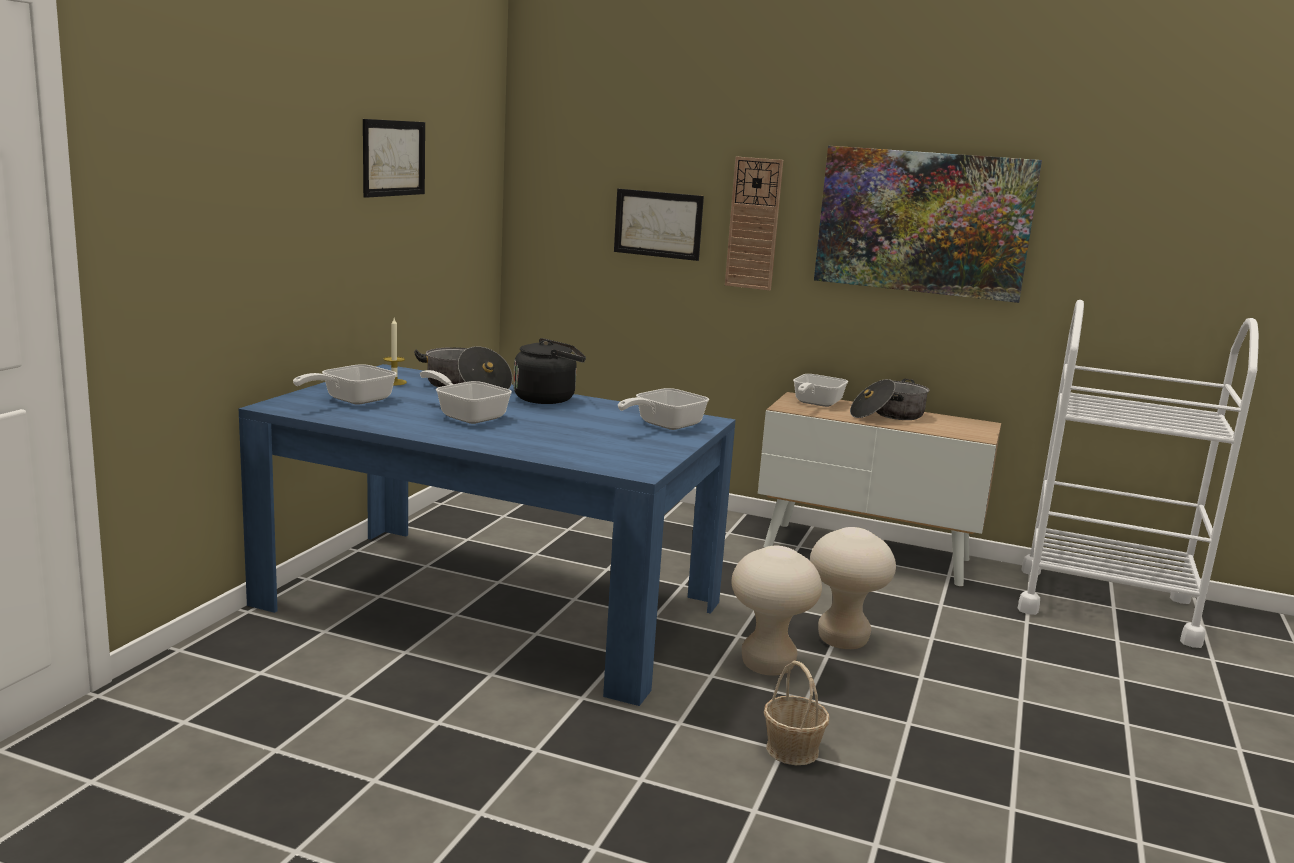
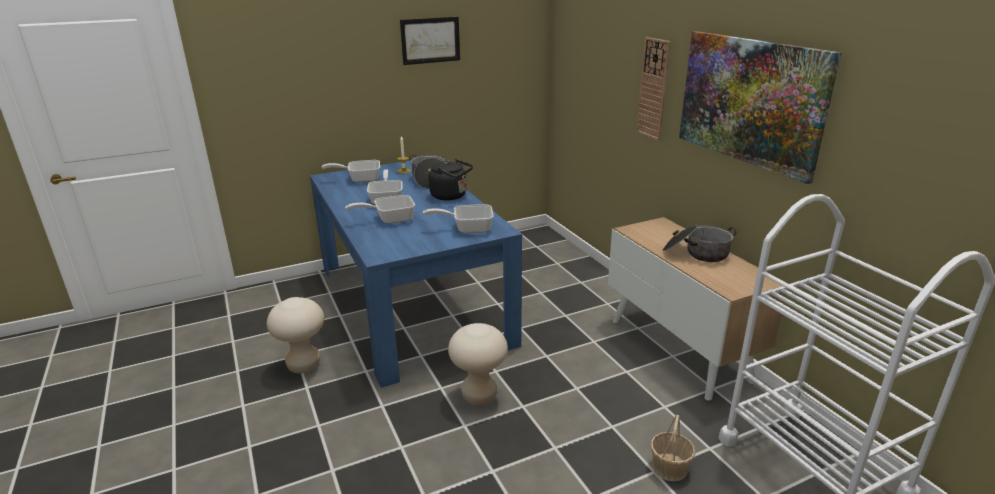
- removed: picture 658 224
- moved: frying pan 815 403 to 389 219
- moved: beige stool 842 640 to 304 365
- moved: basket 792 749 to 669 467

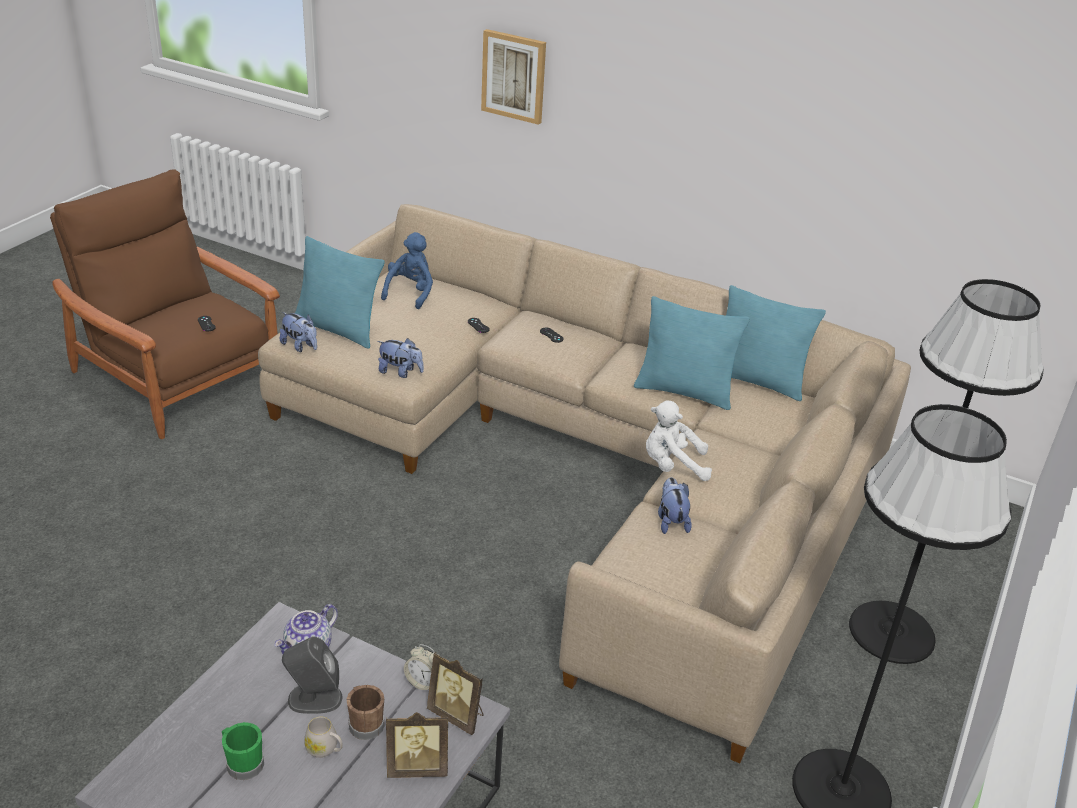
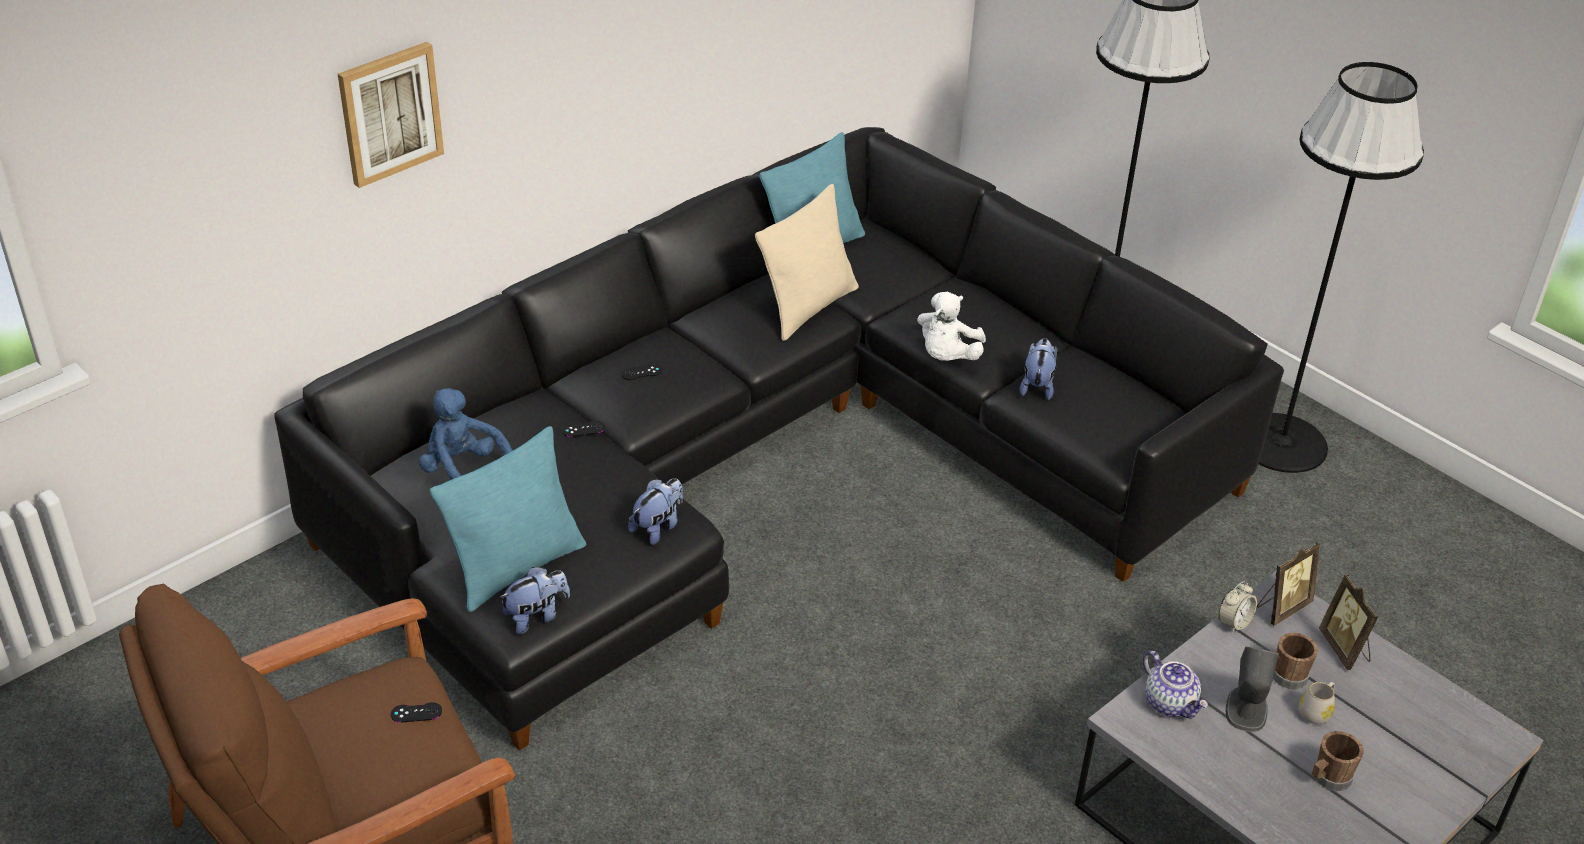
- recoloured: beige sofa 590 465 to black sofa 768 462
- recoloured: turquoise pillow 684 392 to beige pillow 808 308
- turned: plush toy 671 521 = 1037 386 90 degrees clockwise
- turned: picture frame 417 767 = 1345 649 150 degrees clockwise
- recoloured: green mug 242 762 to brown mug 1328 778

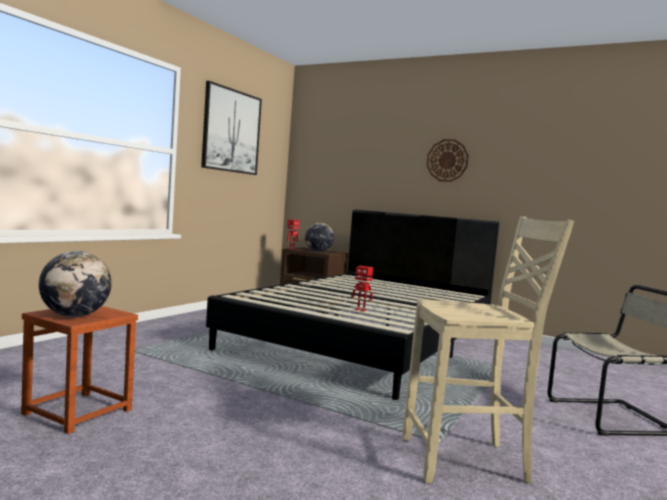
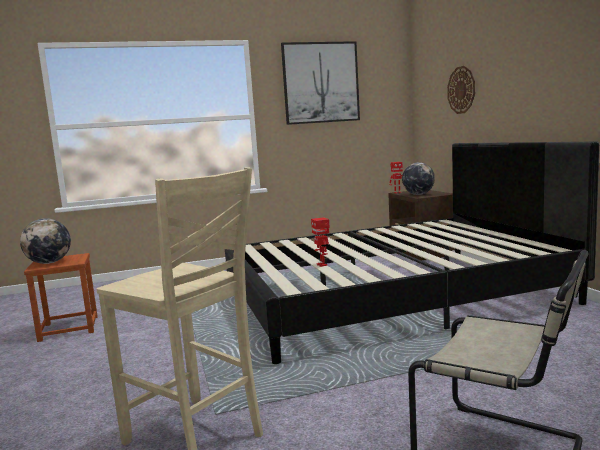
- moved: wall clock 447 160 to 461 90

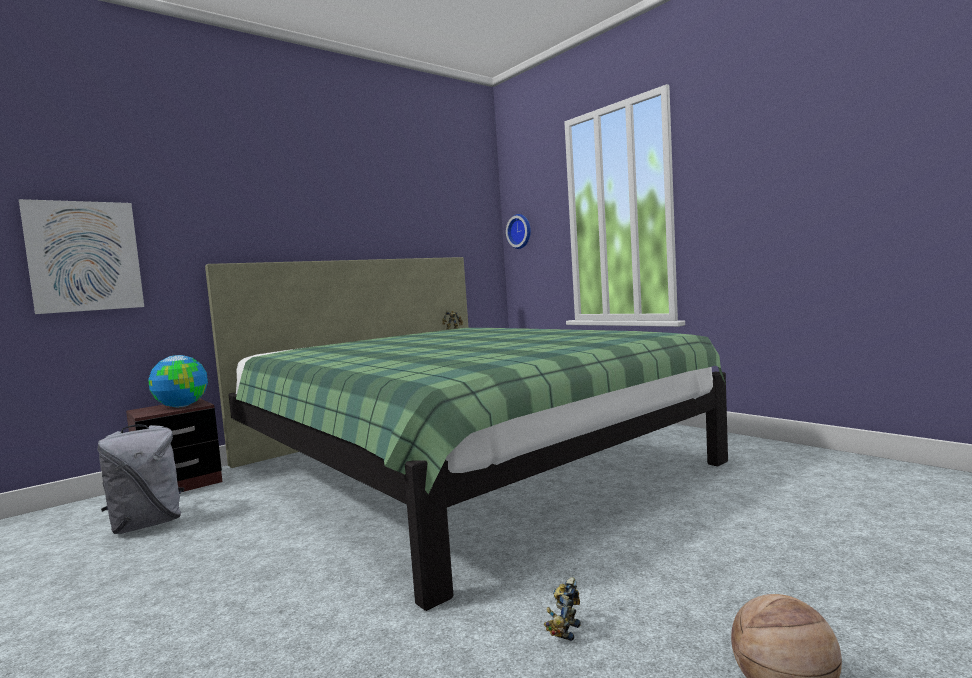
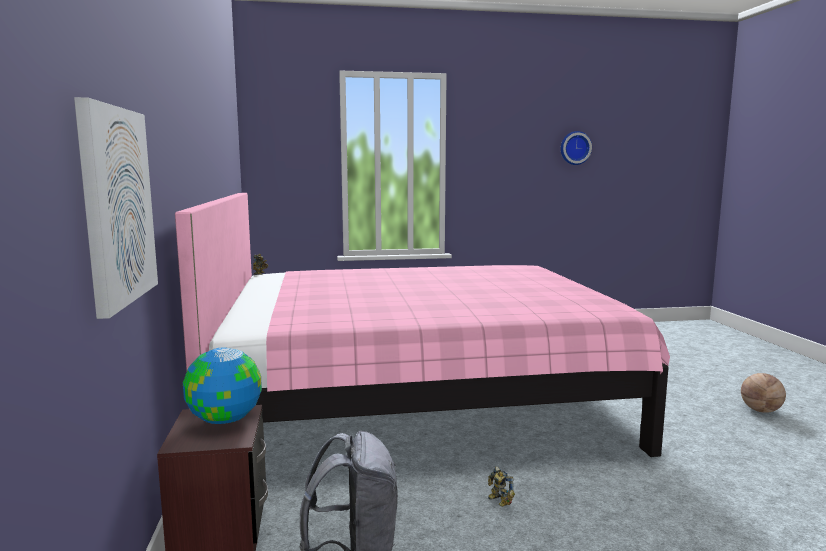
- moved: wall clock 520 231 to 575 148
- recoloured: green bed 457 465 to pink bed 414 398
- moved: toy robot 564 630 to 498 501

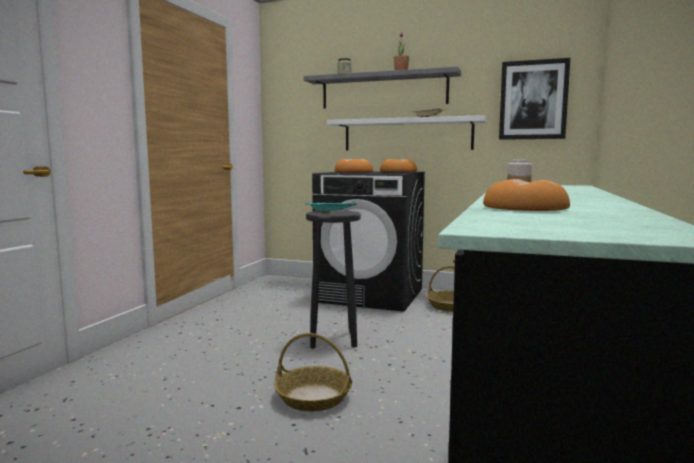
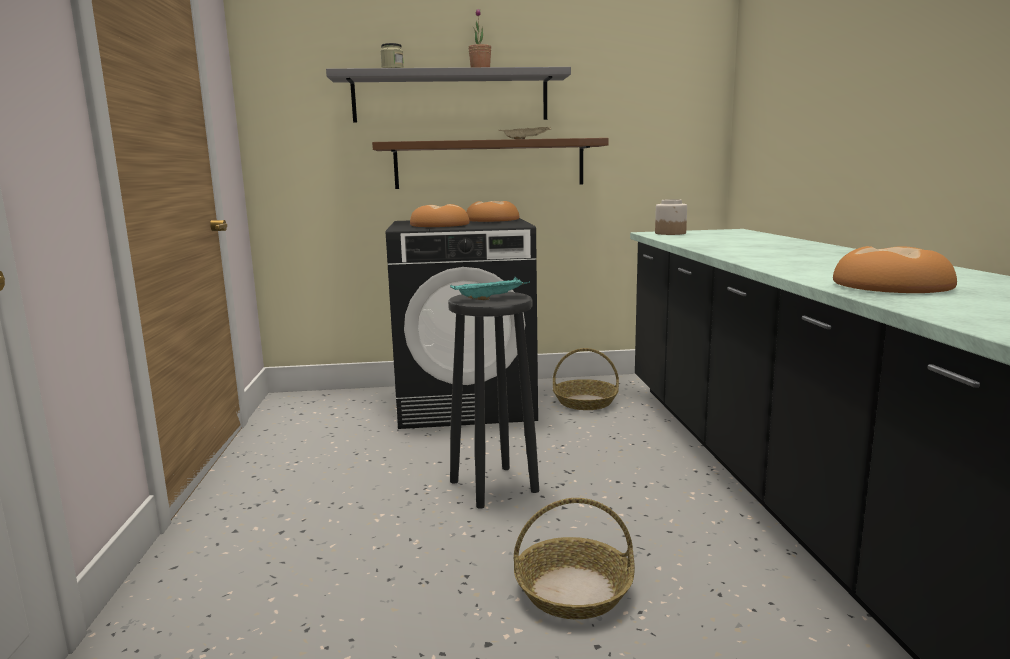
- removed: picture 533 100
- recoloured: white shelf 407 135 to brown shelf 489 164

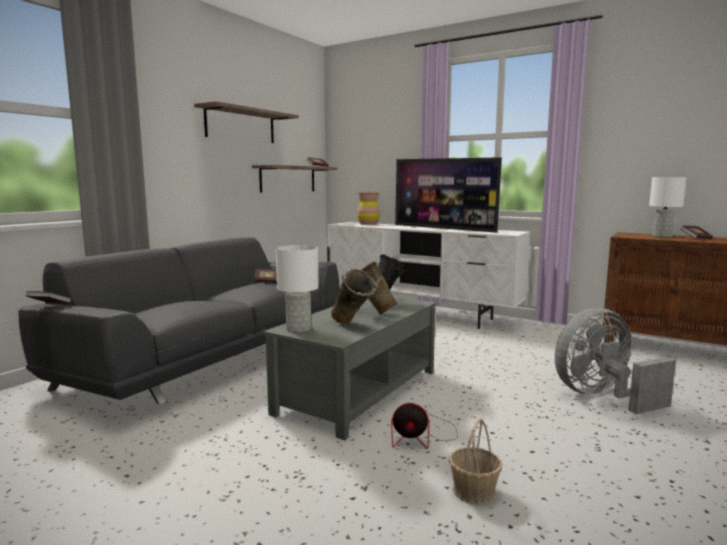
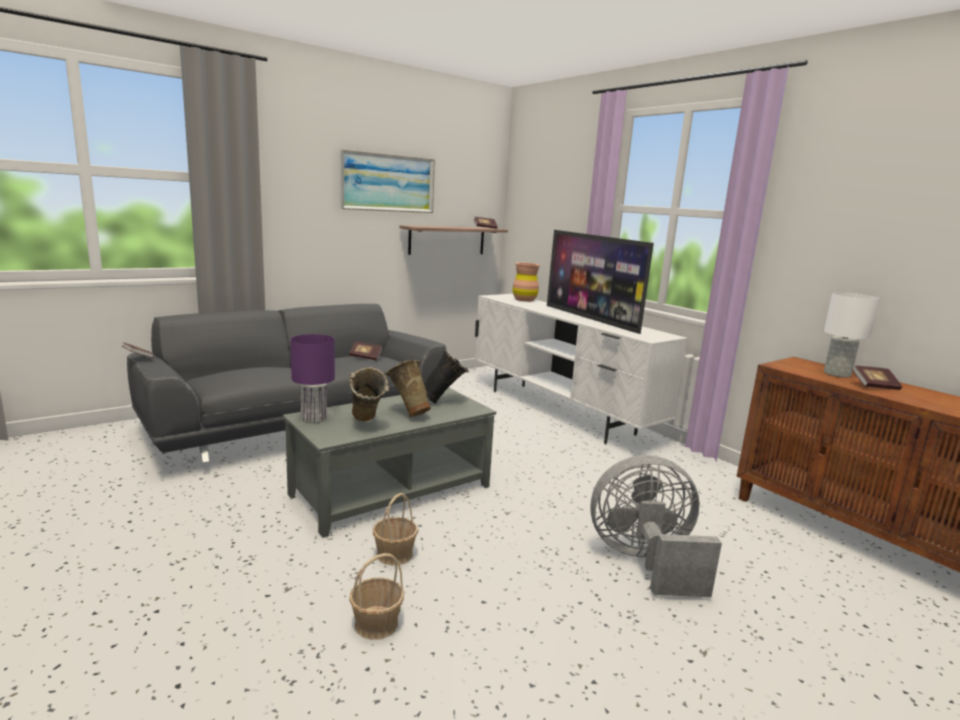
- replaced: shelf 241 125 to picture 388 183
- recoloured: white table lamp 299 329 to purple table lamp 314 419
- replaced: fan 422 437 to basket 394 554

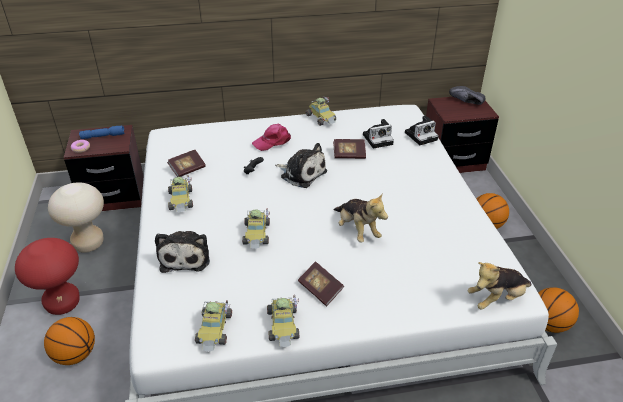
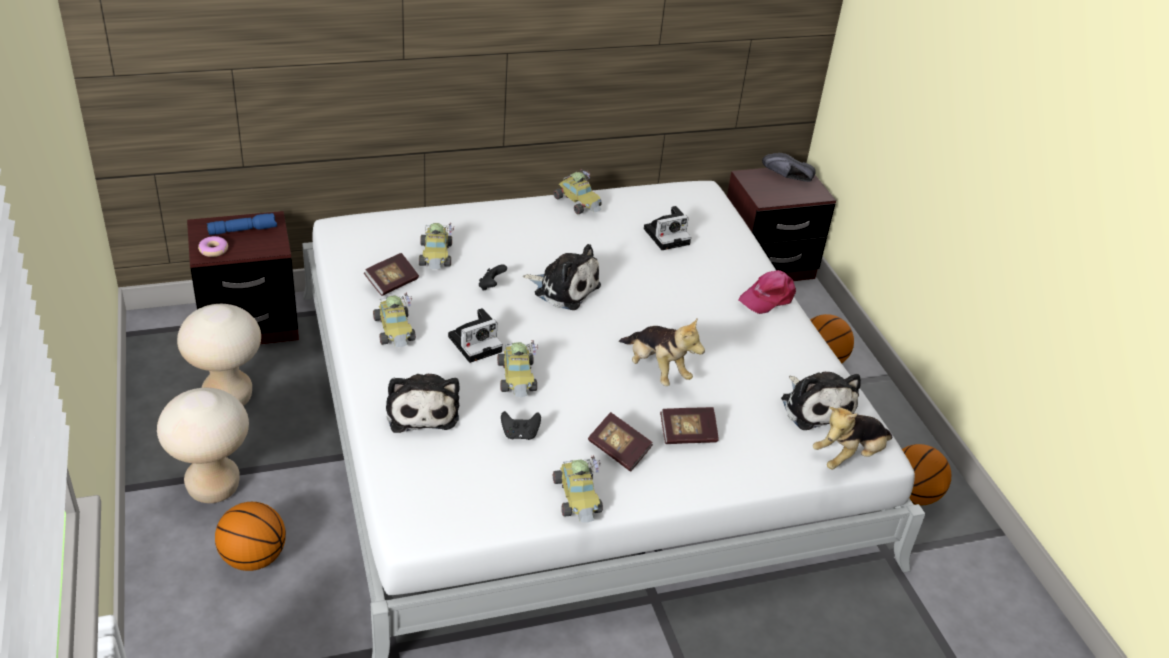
- moved: photo camera 421 136 to 476 343
- moved: pink cap 272 141 to 768 298
- moved: book 349 155 to 687 435
- recoloured: red stool 63 304 to beige stool 213 488
- moved: toy car 215 329 to 436 255
- added: plush toy 815 407
- added: black game controller 520 434

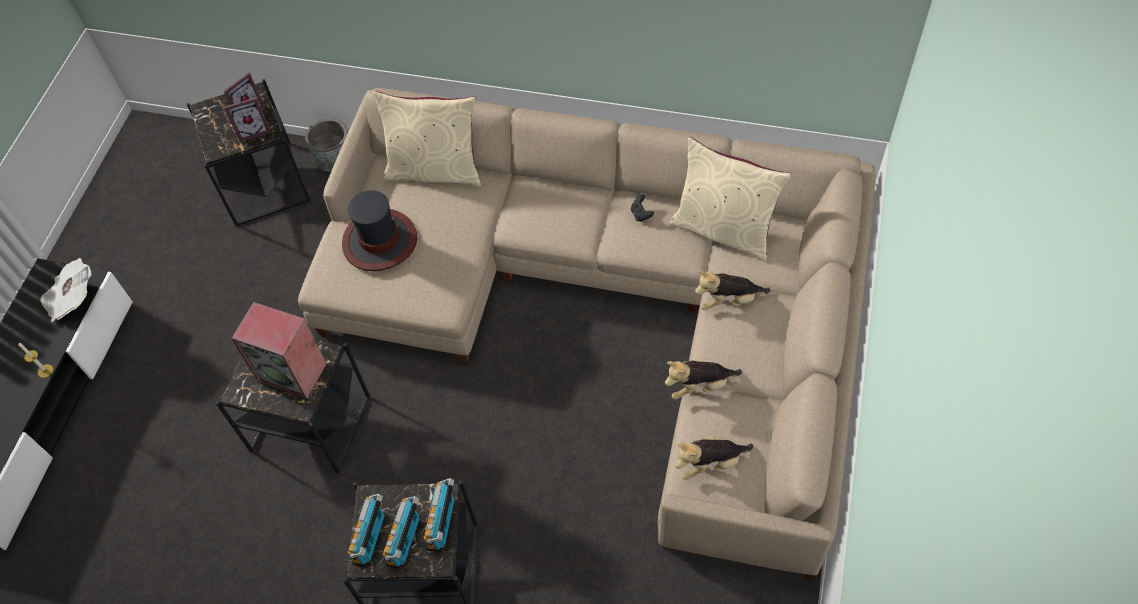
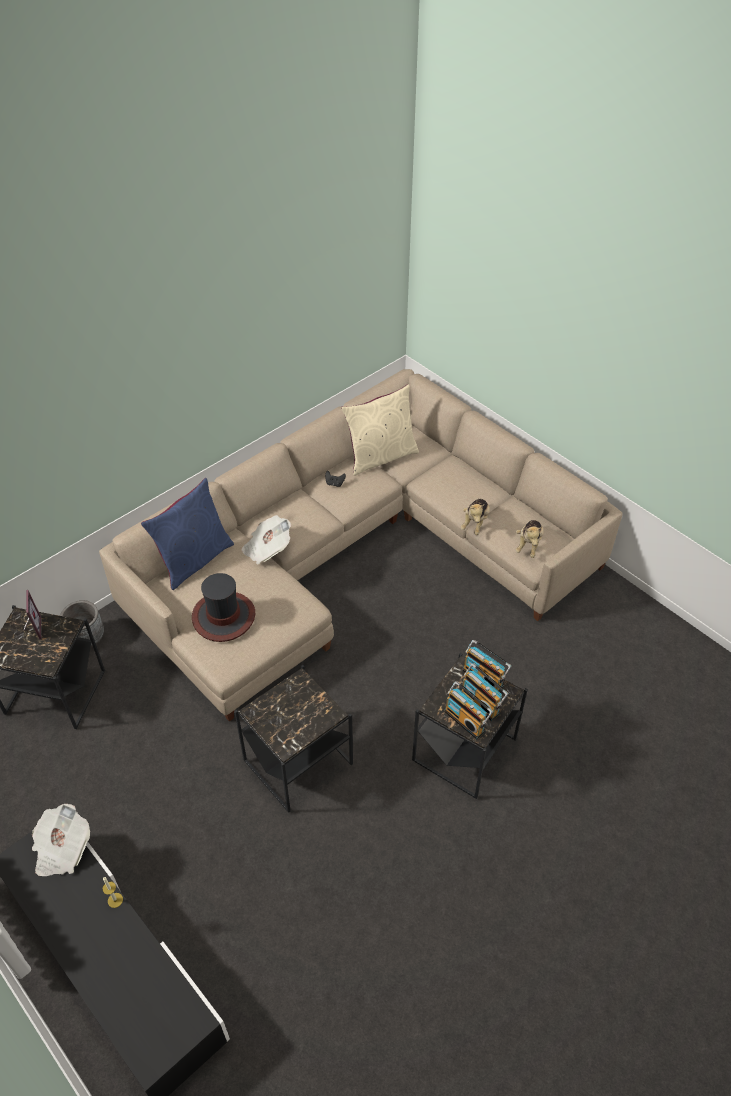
- recoloured: beige pillow 435 169 to blue pillow 194 560
- removed: picture frame 253 130
- removed: plush toy 728 300
- removed: speaker 294 372
- added: newspaper 267 548

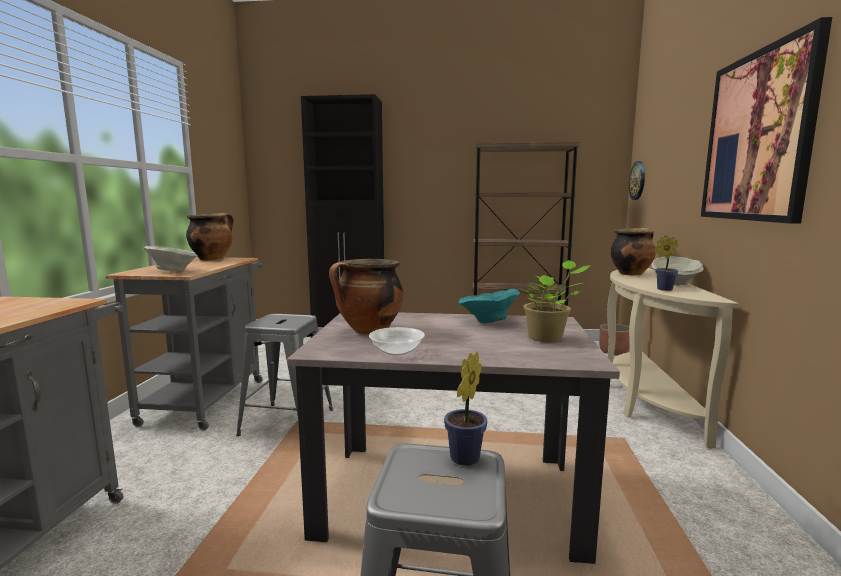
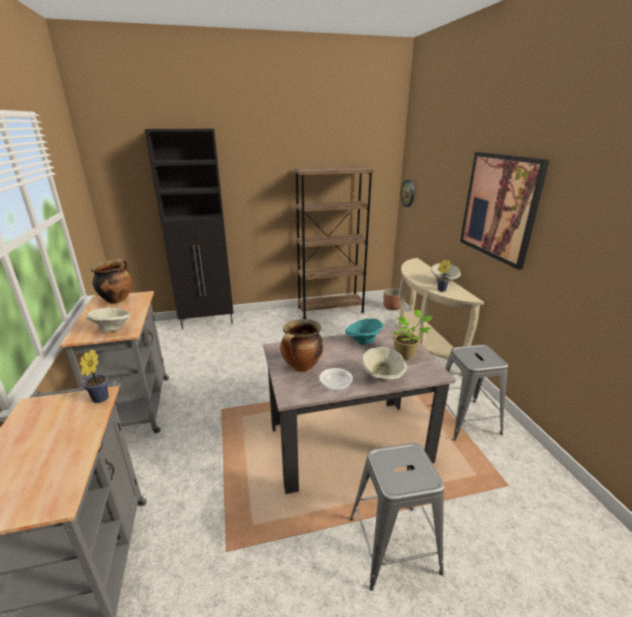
- removed: cooking pot 631 273
- moved: grey stool 287 422 to 464 419
- moved: potted plant 462 460 to 99 399
- added: beige bowl 382 377

